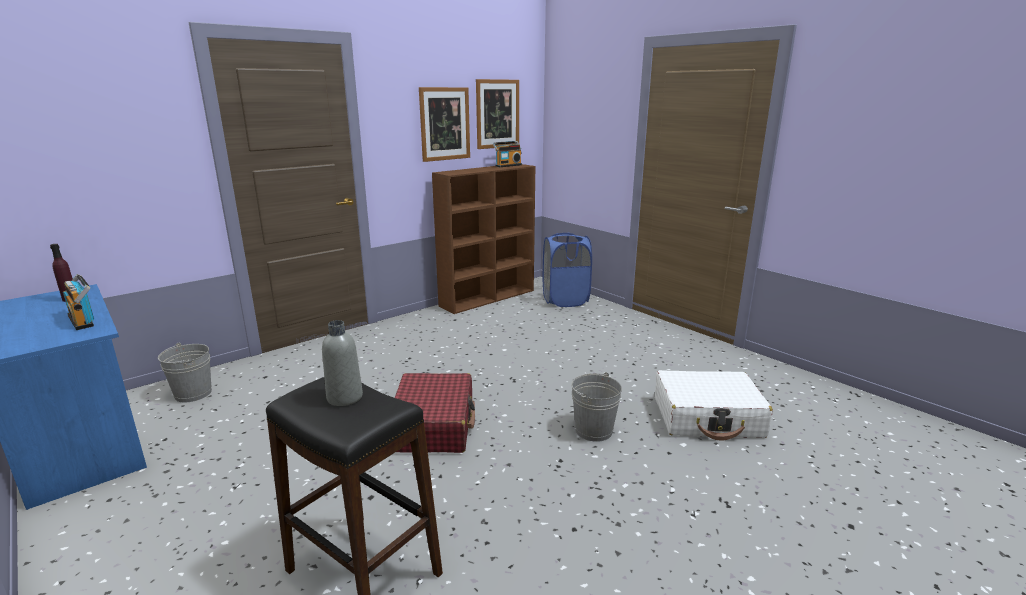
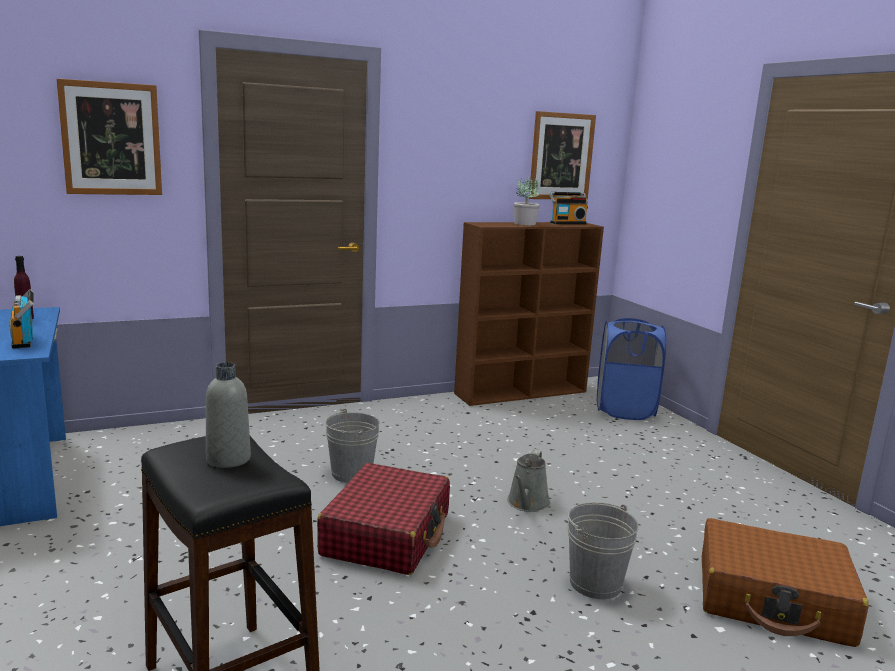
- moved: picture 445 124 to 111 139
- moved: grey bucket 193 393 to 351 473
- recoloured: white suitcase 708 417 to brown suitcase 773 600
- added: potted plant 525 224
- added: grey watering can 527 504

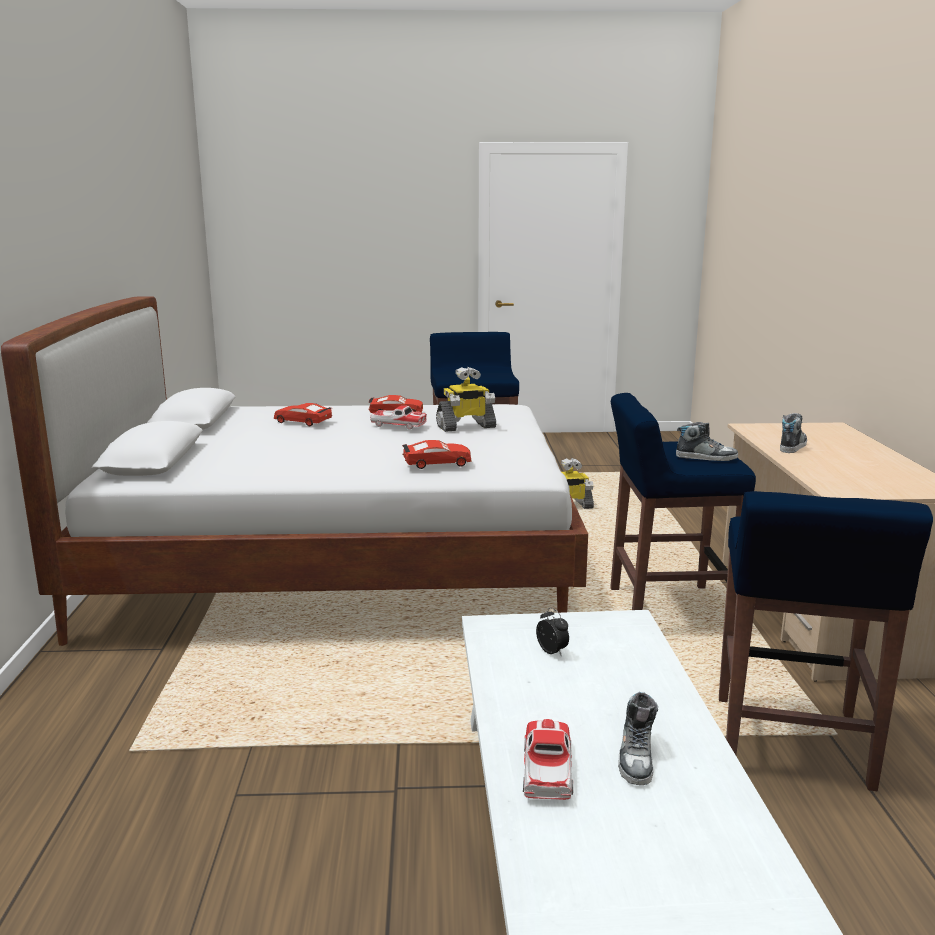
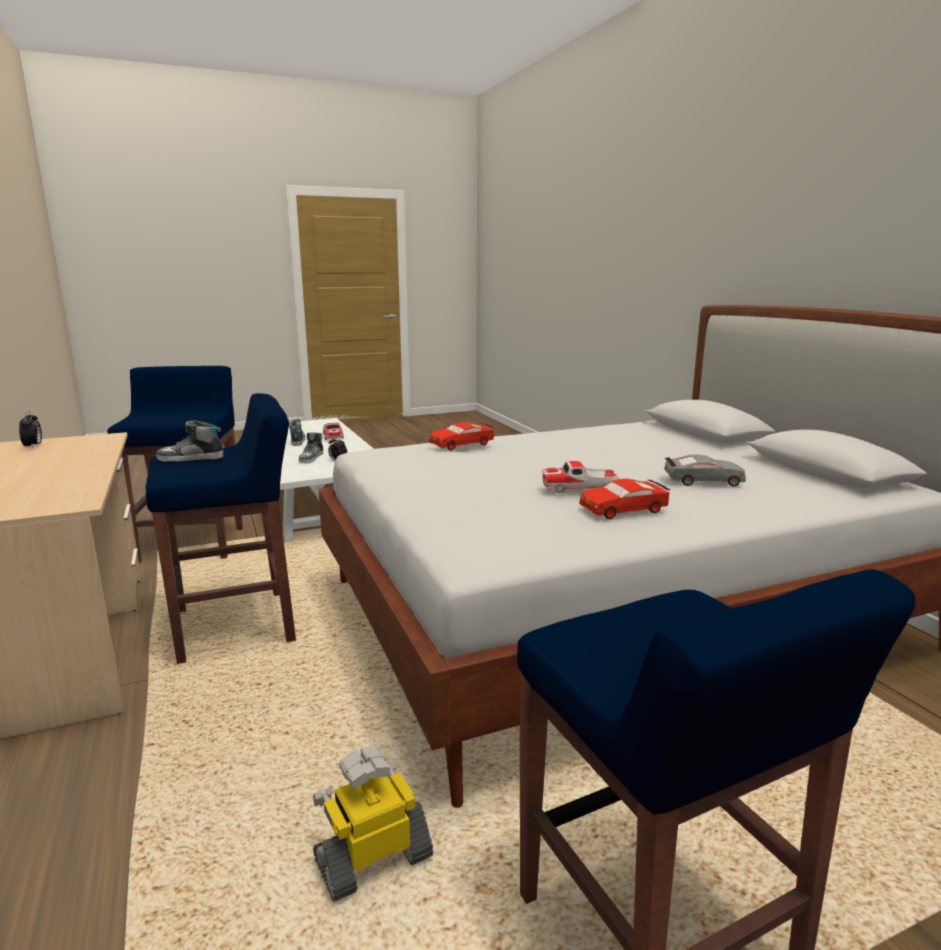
- removed: toy robot 466 427
- recoloured: red toy car 303 421 to grey toy car 703 480
- moved: shoe 792 446 to 311 458
- added: alarm clock 33 446

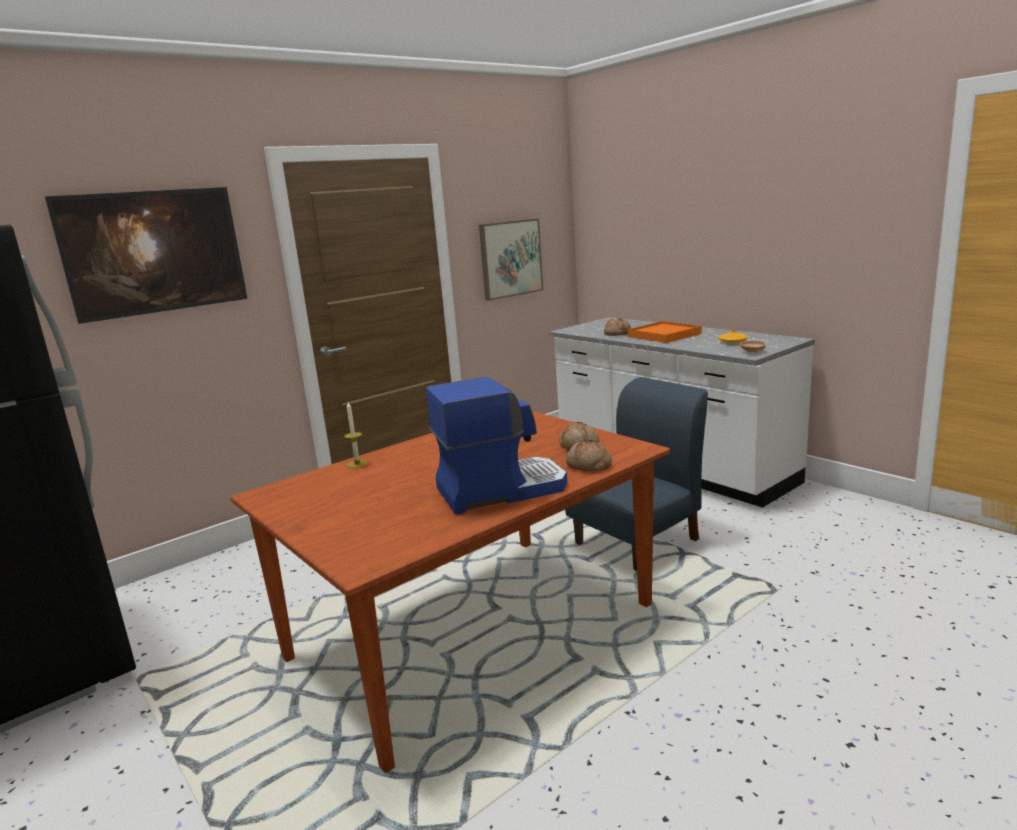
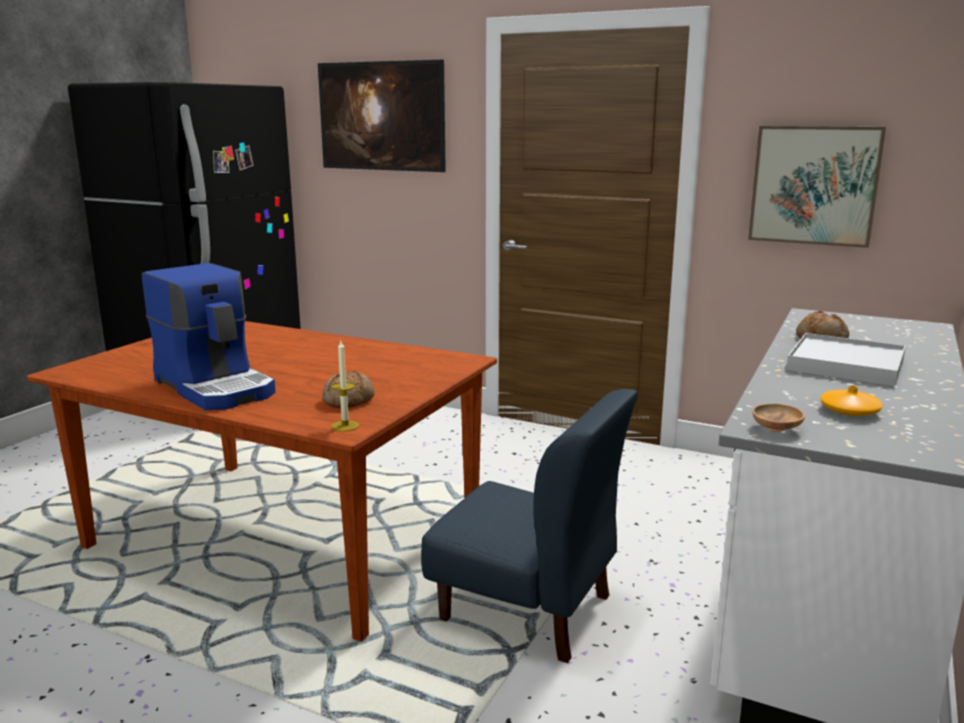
- recoloured: orange tray 664 335 to white tray 845 364
- moved: candle 357 464 to 345 426
- removed: bread 588 466

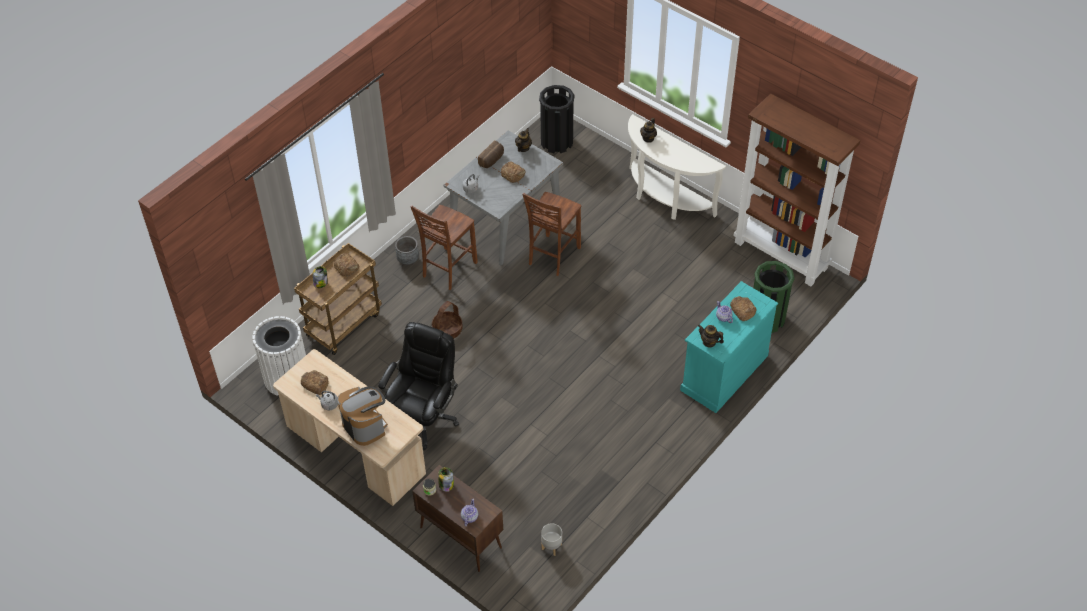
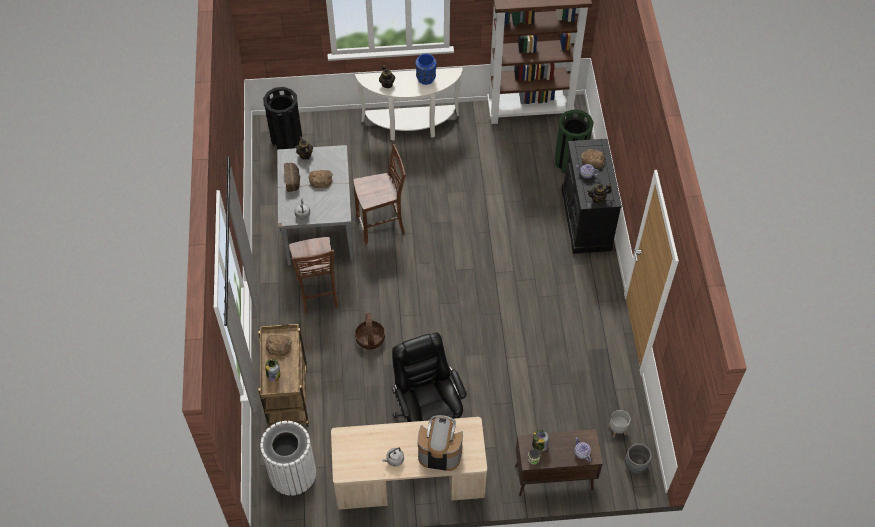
- turned: brown chair 552 256 = 382 226 90 degrees counterclockwise
- moved: grey planter 408 260 to 635 465
- recoloured: turquoise dresser 724 372 to black dresser 585 219
- removed: bread 315 384
- added: blue vase 426 78

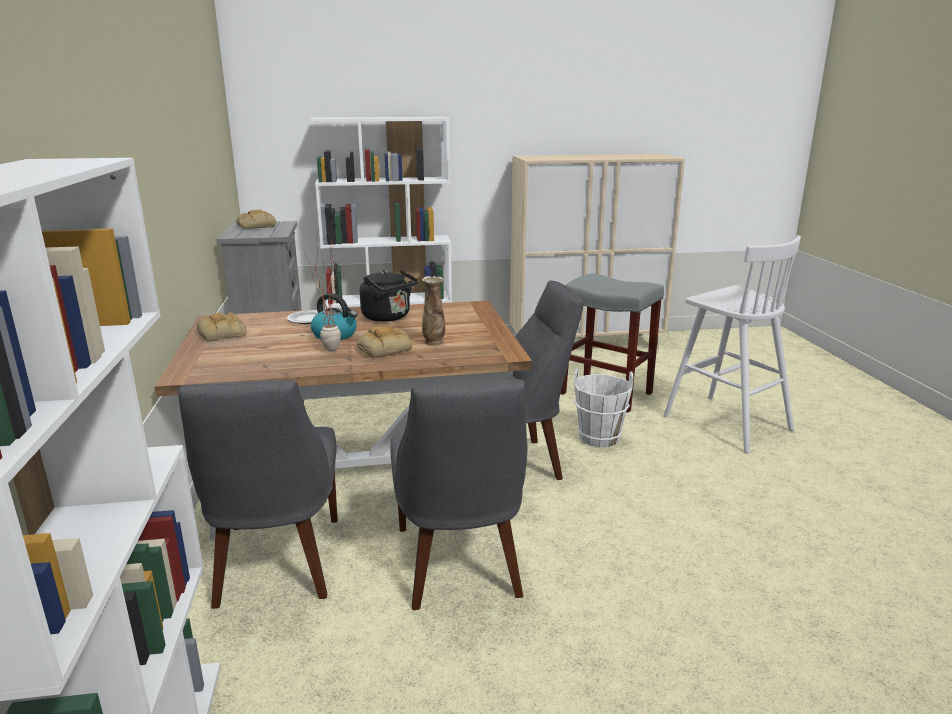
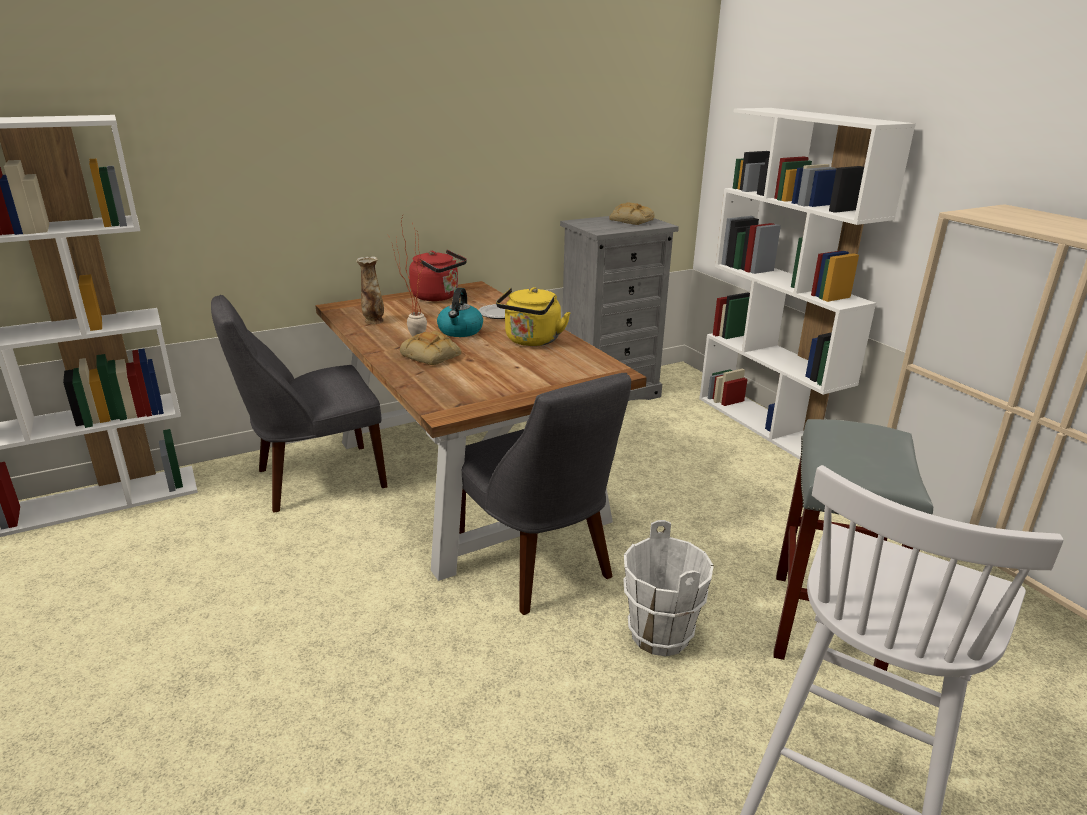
- recoloured: black kettle 388 317 to yellow kettle 531 341
- moved: vase 434 342 to 373 321
- replaced: bread 223 334 to red kettle 438 297
- removed: grey chair 459 565

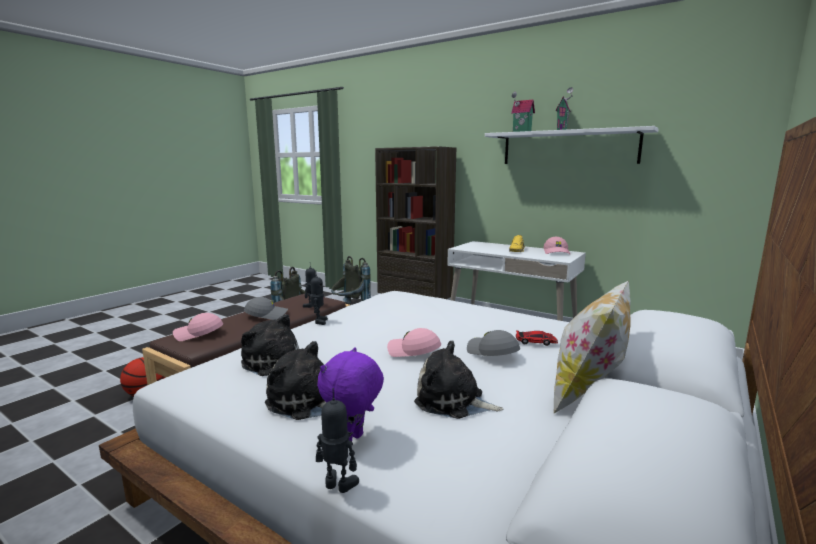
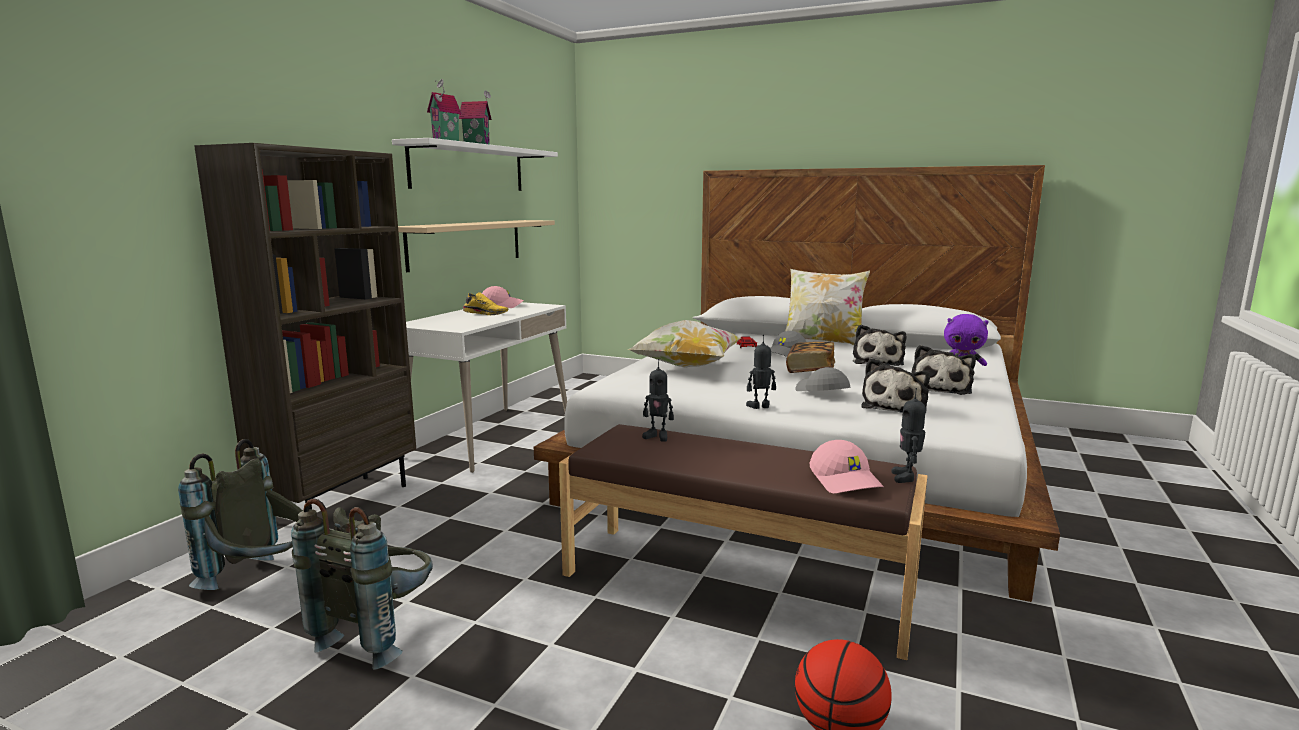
- moved: grey cap 267 315 to 821 392
- replaced: pink cap 413 352 to book 810 370
- moved: toy robot 338 486 to 906 477
- added: beige shelf 466 243
- added: pillow 686 367

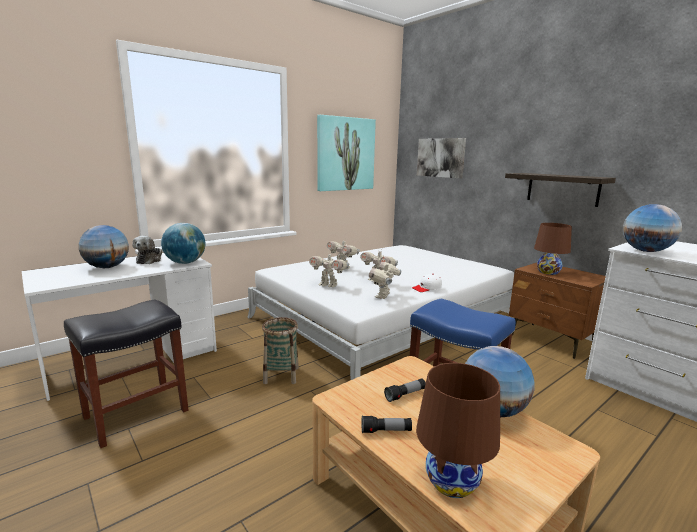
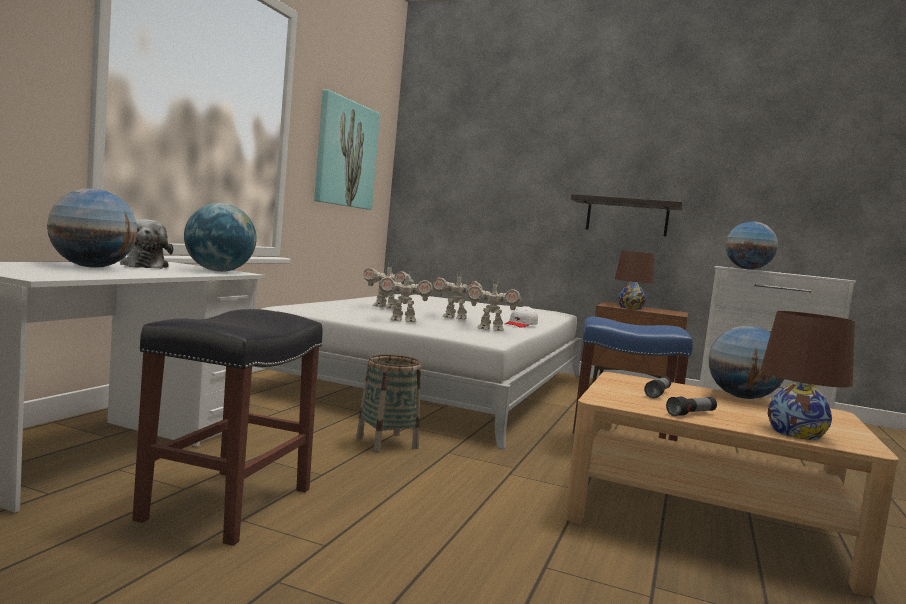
- removed: picture 440 157
- turned: toy robot 383 296 = 490 330 75 degrees counterclockwise

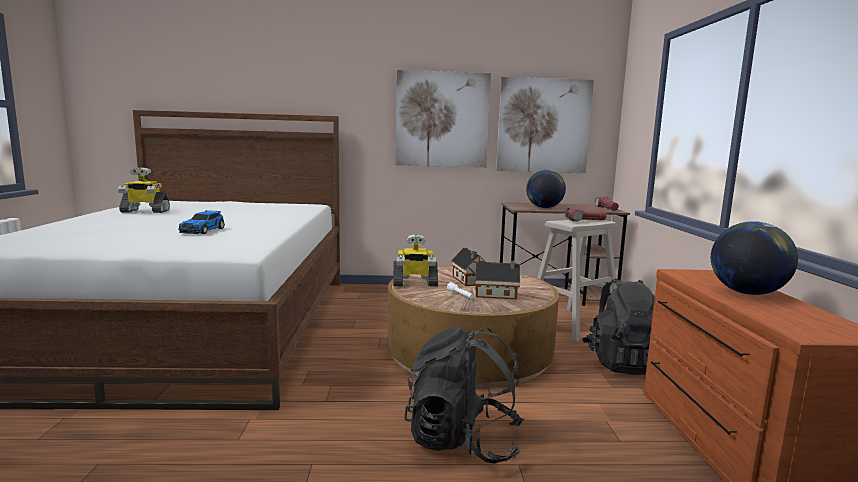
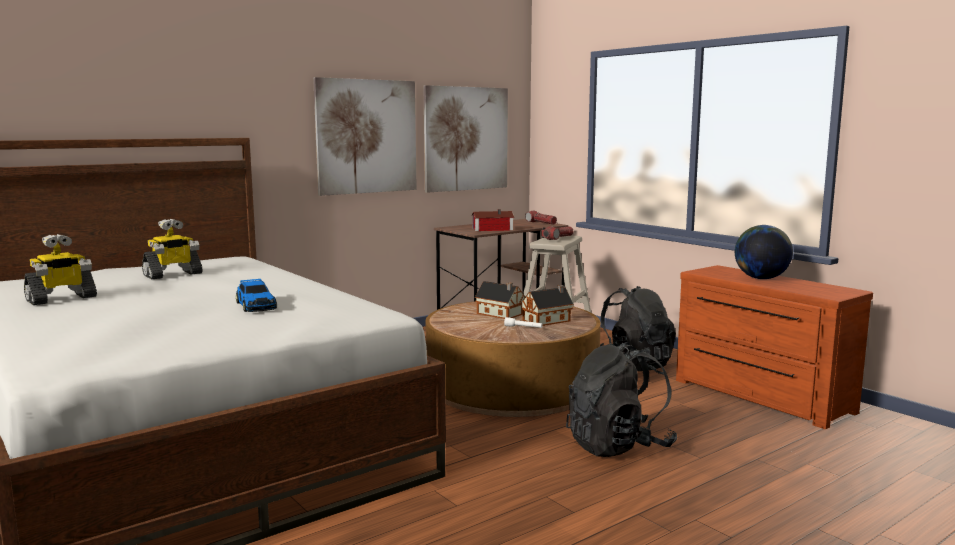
- replaced: globe 544 207 to toy house 491 229
- moved: toy robot 414 283 to 173 275

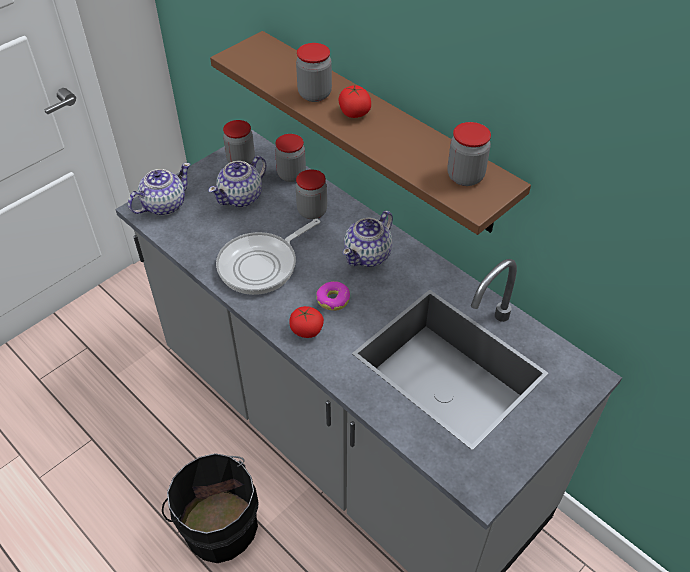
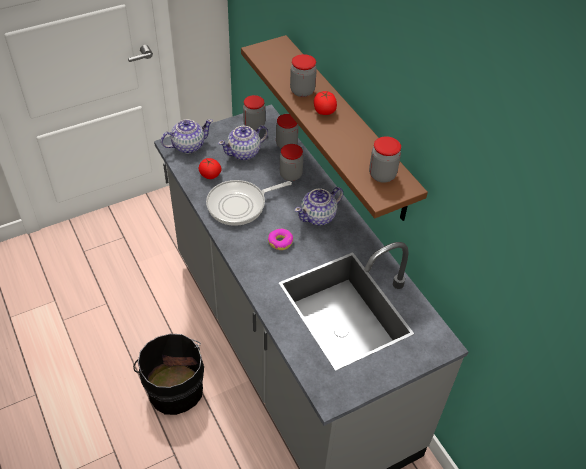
- moved: tomato 306 330 to 210 175

